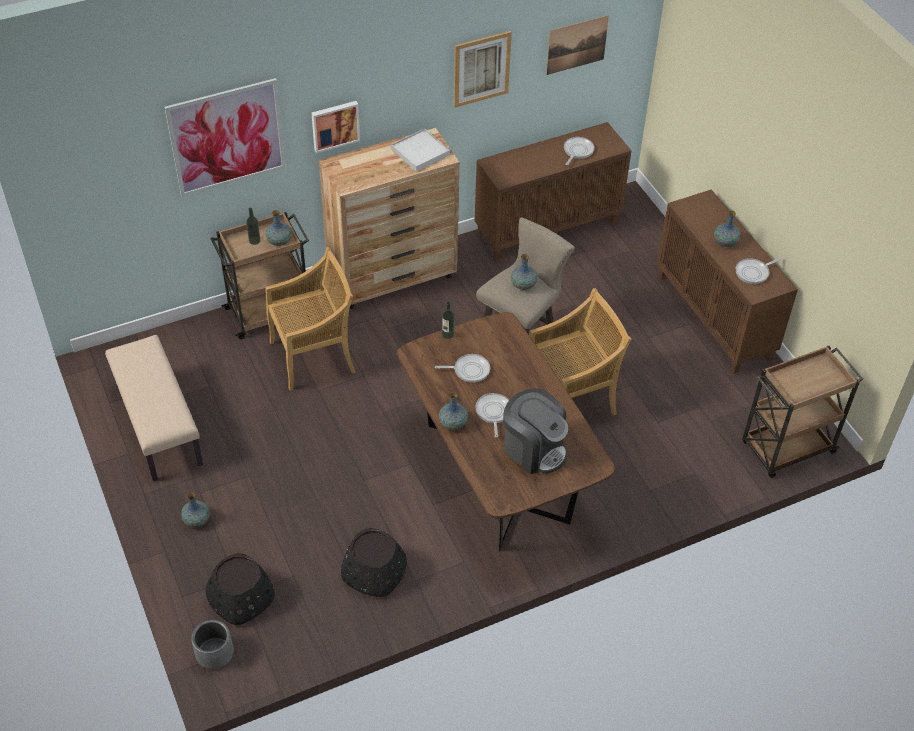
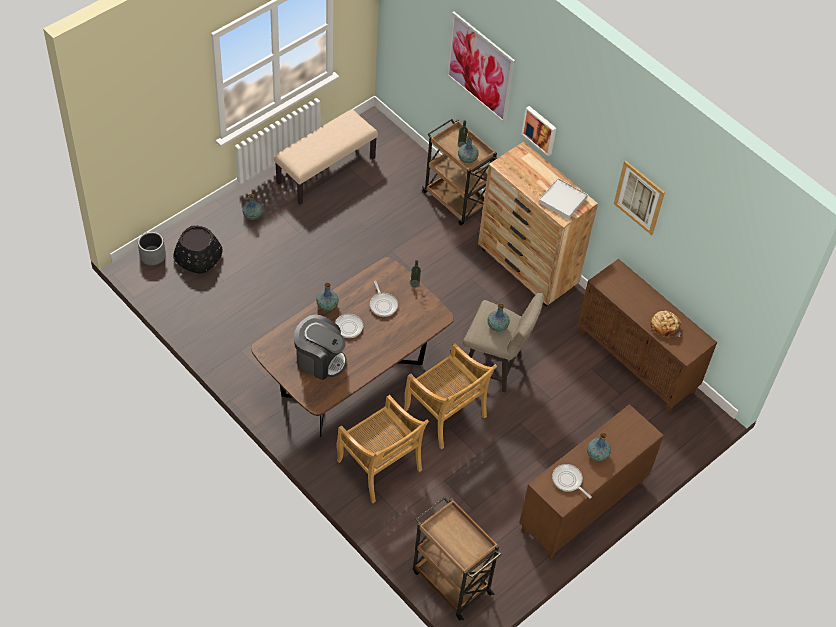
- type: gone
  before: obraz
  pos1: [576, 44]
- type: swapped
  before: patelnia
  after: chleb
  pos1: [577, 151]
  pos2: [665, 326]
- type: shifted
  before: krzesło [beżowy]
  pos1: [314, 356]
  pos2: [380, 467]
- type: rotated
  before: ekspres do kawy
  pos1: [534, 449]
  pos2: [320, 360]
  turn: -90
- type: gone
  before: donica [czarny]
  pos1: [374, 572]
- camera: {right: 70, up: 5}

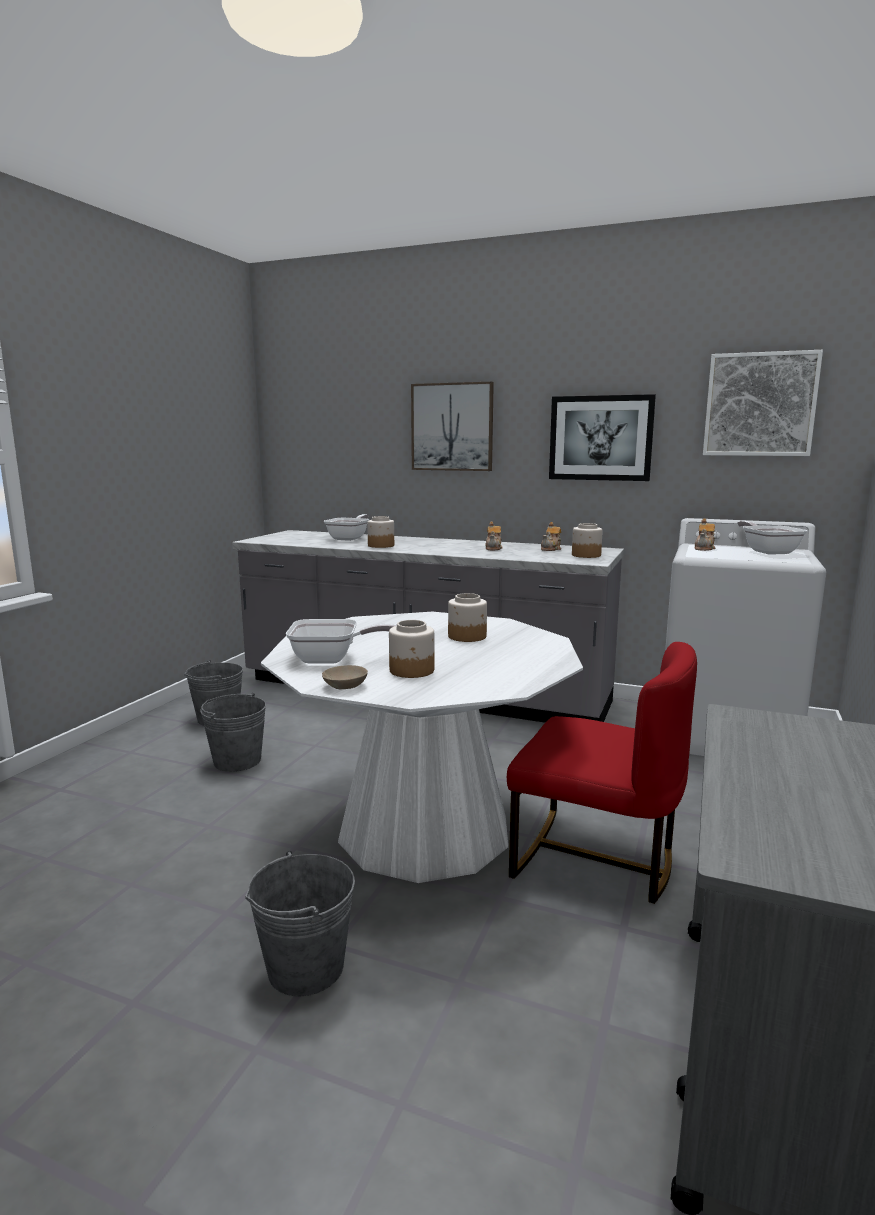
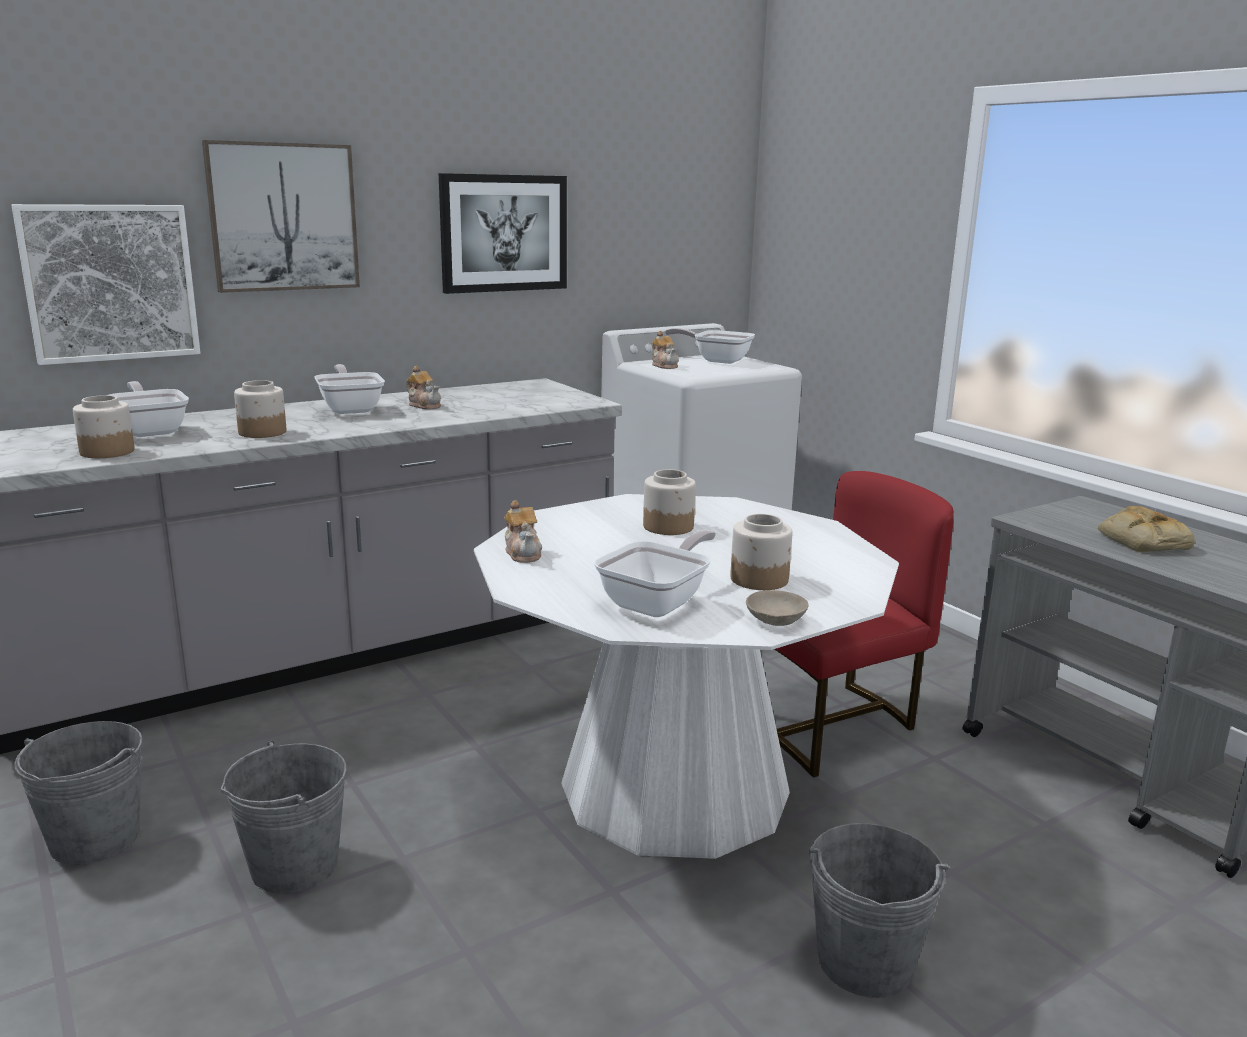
- type: shifted
  before: obraz
  pos1: [760, 404]
  pos2: [110, 283]
- type: shifted
  before: imbryk
  pos1: [551, 549]
  pos2: [523, 553]
- type: shifted
  before: słoik
  pos1: [585, 555]
  pos2: [106, 452]
- type: new
  after: patelnia
  pos2: [351, 408]
- type: new
  after: chleb
  pos2: [1141, 540]
- camera: {right: -55, up: 5}

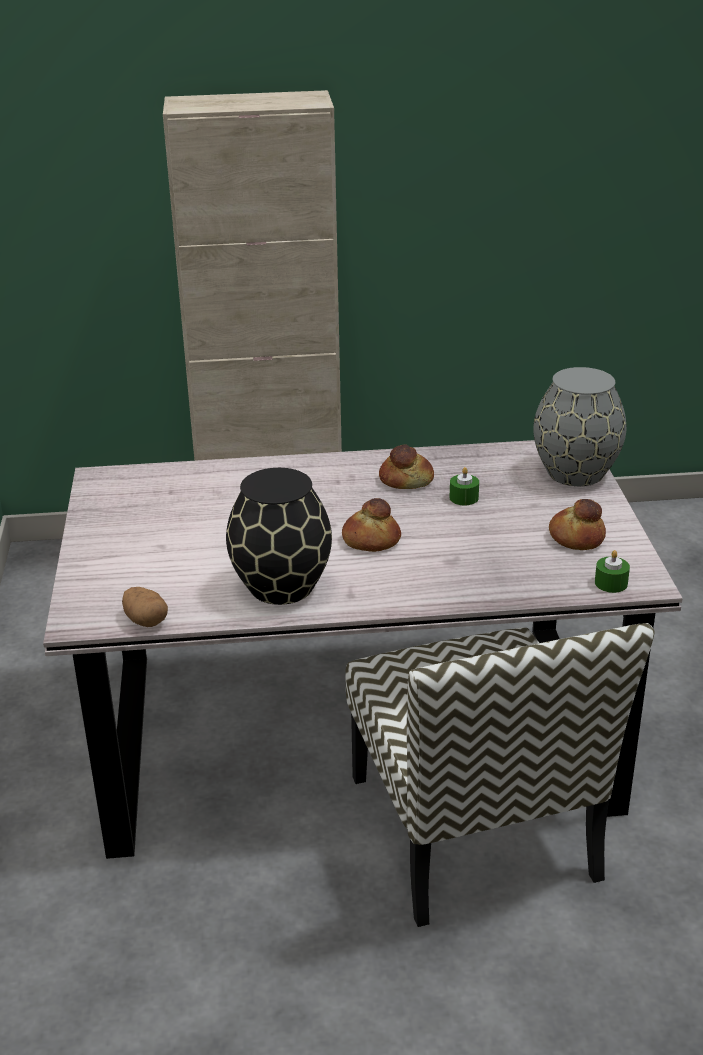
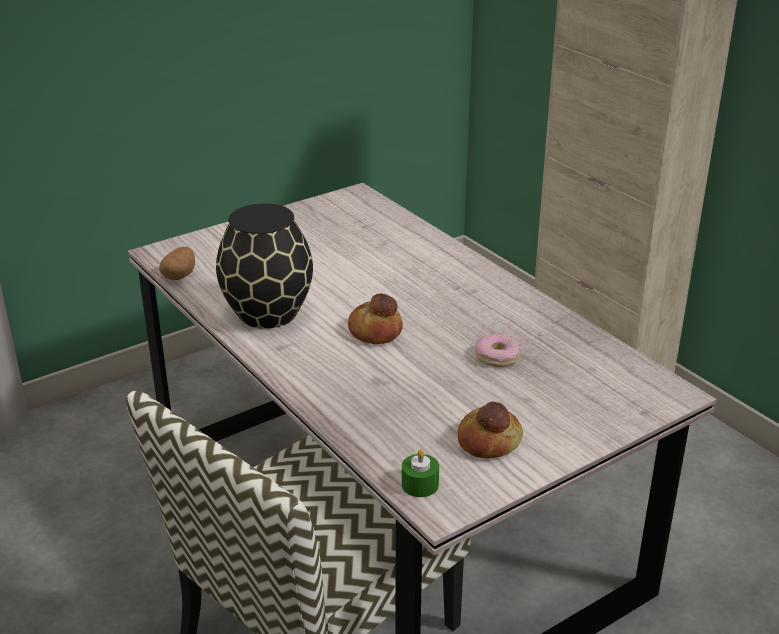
- type: gone
  before: wazon [szary]
  pos1: [576, 473]
- type: gone
  before: chleb
  pos1: [406, 479]
- type: swapped
  before: świeca [zielony]
  after: donut
  pos1: [464, 498]
  pos2: [497, 356]
- camera: {right: 60, up: 0}

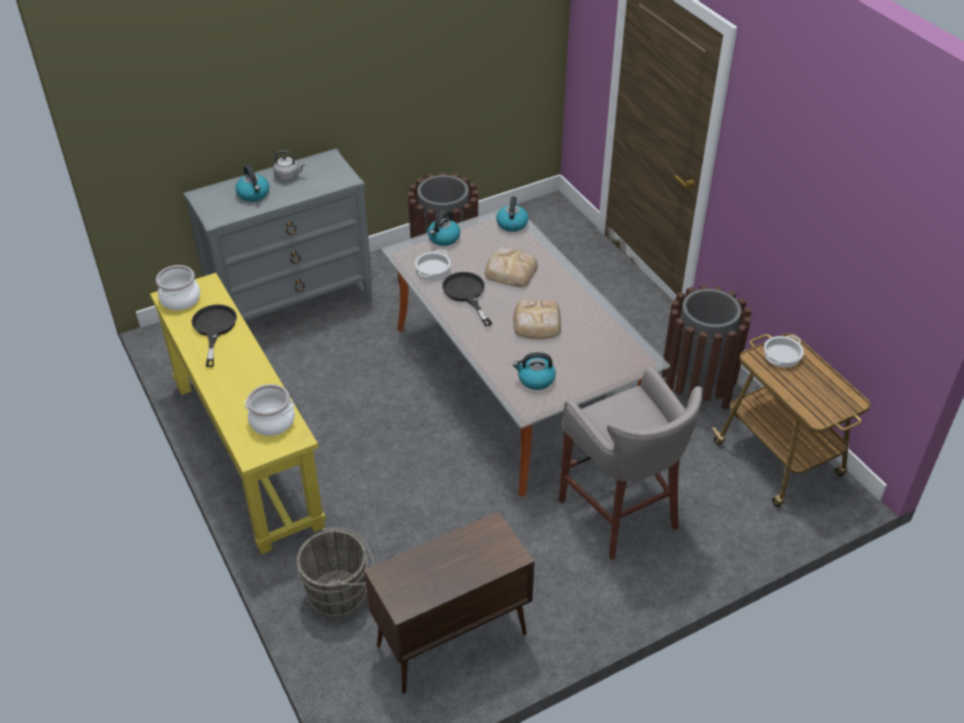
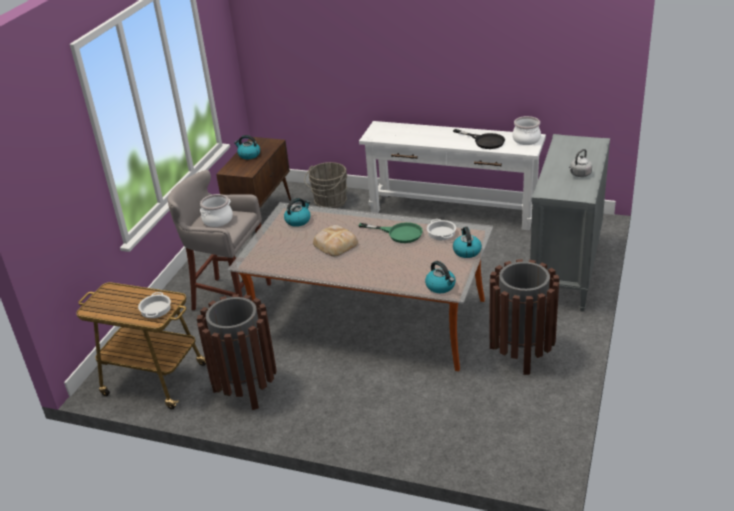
- type: shifted
  before: czajnik
  pos1: [254, 194]
  pos2: [249, 155]
- type: gone
  before: chleb
  pos1: [510, 270]
- type: repainted
  before: patelnia [czarny]
  after: patelnia [zielony]
  pos1: [466, 294]
  pos2: [399, 233]
- type: repainted
  before: stolik konsolowy [żółty]
  after: stolik konsolowy [biały]
  pos1: [247, 453]
  pos2: [453, 210]
- type: shifted
  before: garnek
  pos1: [272, 422]
  pos2: [217, 220]
- camera: {right: 140, up: -10}

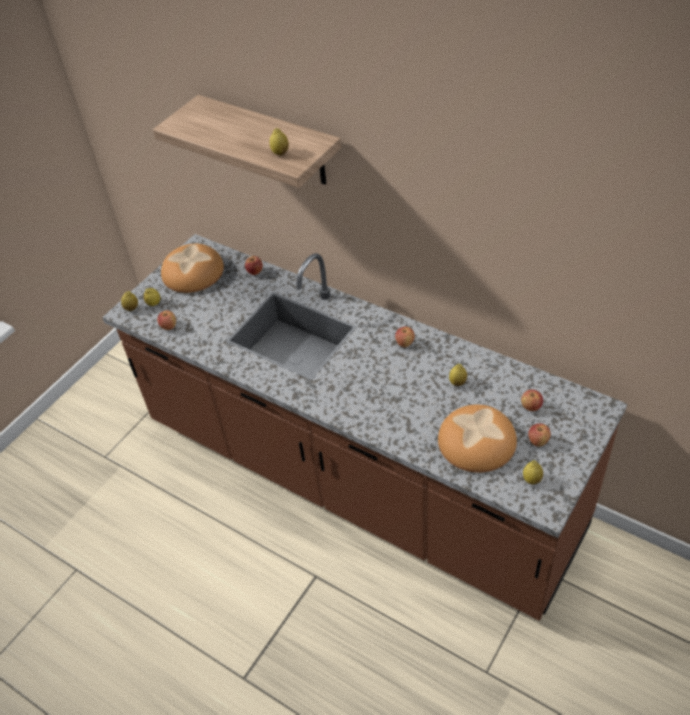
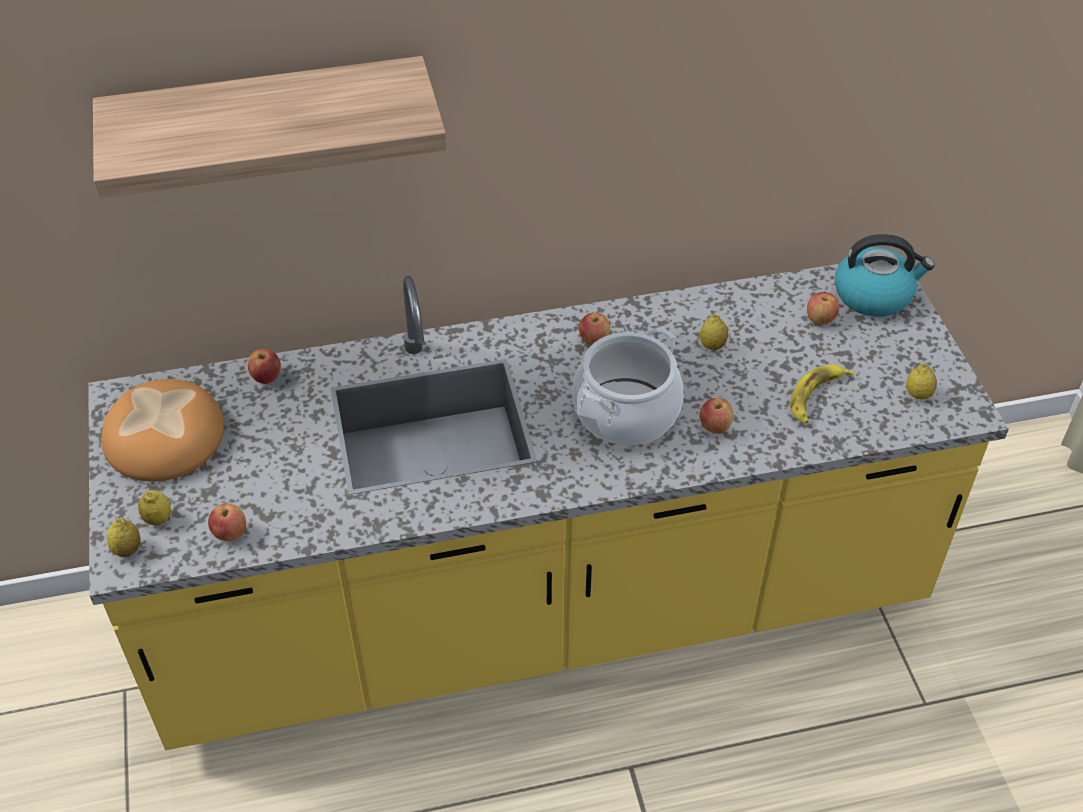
- type: gone
  before: cytryna
  pos1: [280, 153]
- type: repainted
  before: zabudowa kuchenna [brązowy]
  after: zabudowa kuchenna [żółty]
  pos1: [357, 477]
  pos2: [541, 608]
- type: swapped
  before: chleb
  after: banan
  pos1: [476, 442]
  pos2: [817, 397]
- type: shifted
  before: jabłko
  pos1: [538, 441]
  pos2: [714, 427]
- type: new
  after: czajnik
  pos2: [874, 295]
- type: new
  after: garnek
  pos2: [626, 412]
- camera: {right: -50, up: 0}

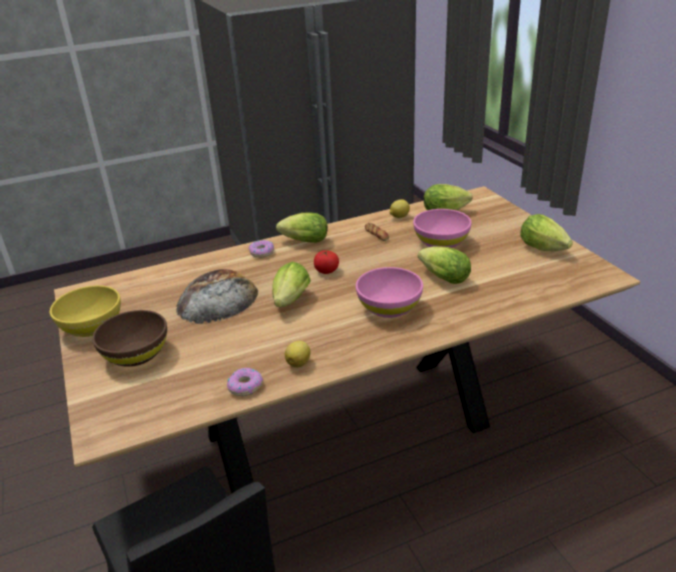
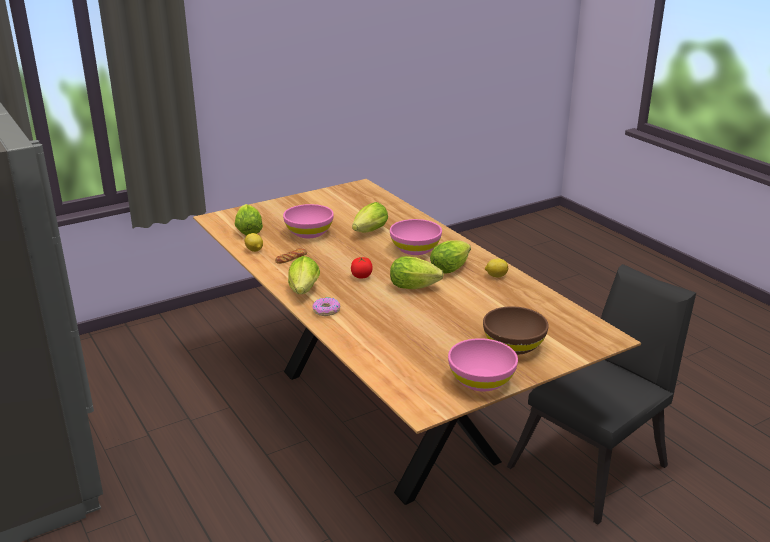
- type: shifted
  before: sałata
  pos1: [545, 249]
  pos2: [451, 268]
- type: gone
  before: chleb
  pos1: [217, 299]
- type: repainted
  before: miska [żółty]
  after: miska [różowy]
  pos1: [92, 326]
  pos2: [481, 380]
- type: gone
  before: donut
  pos1: [245, 386]
- camera: {right: -100, up: -5}

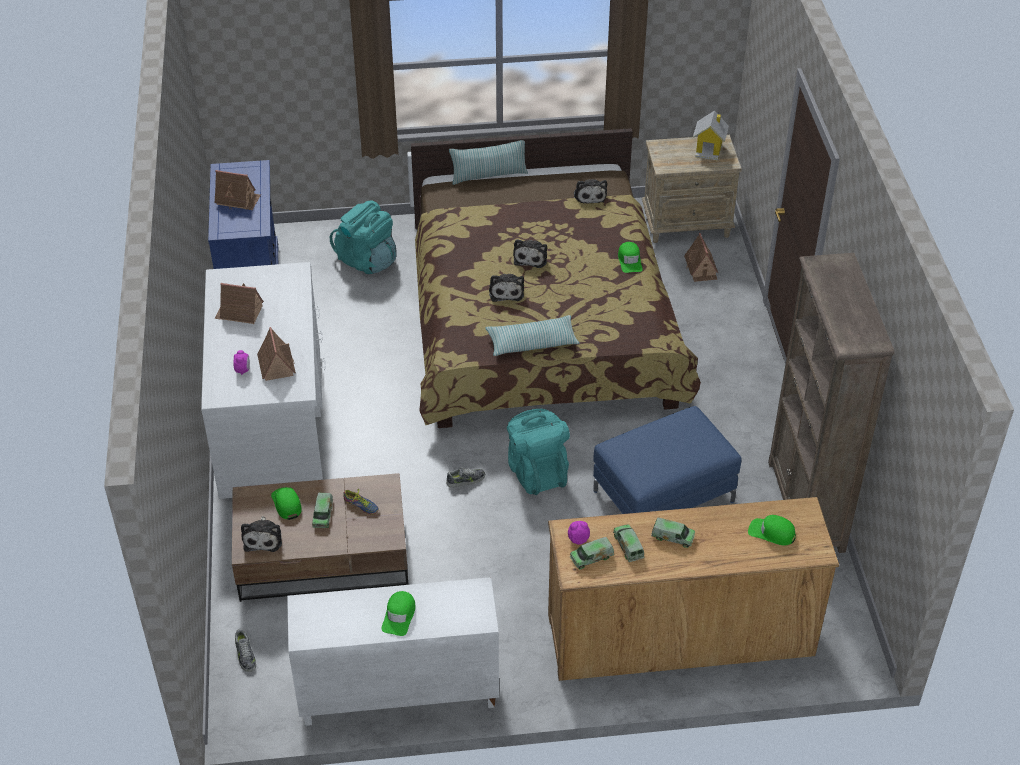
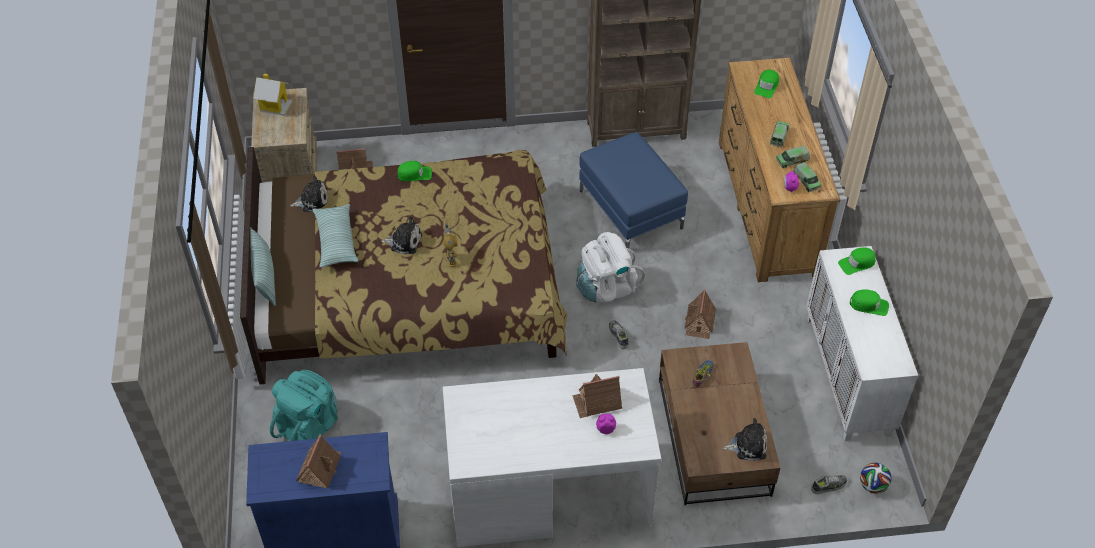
- type: swapped
  before: pluszak
  after: robot zabawkowy
  pos1: [506, 291]
  pos2: [451, 259]
- type: shifted
  before: domek
  pos1: [239, 312]
  pos2: [699, 322]
- type: shifted
  before: poduszka
  pos1: [532, 342]
  pos2: [336, 241]
- type: repainted
  before: plecak [turkusowy]
  after: plecak [biały]
  pos1: [536, 471]
  pos2: [606, 287]
- type: shifted
  before: czapka z daszkiem [zielony]
  pos1: [286, 504]
  pos2: [857, 263]
- type: gone
  before: ciężarówka zabawkowa
  pos1: [323, 515]
- type: new
  after: piłka futbolowa
  pos2: [872, 486]
- camera: {right: -90, up: 5}

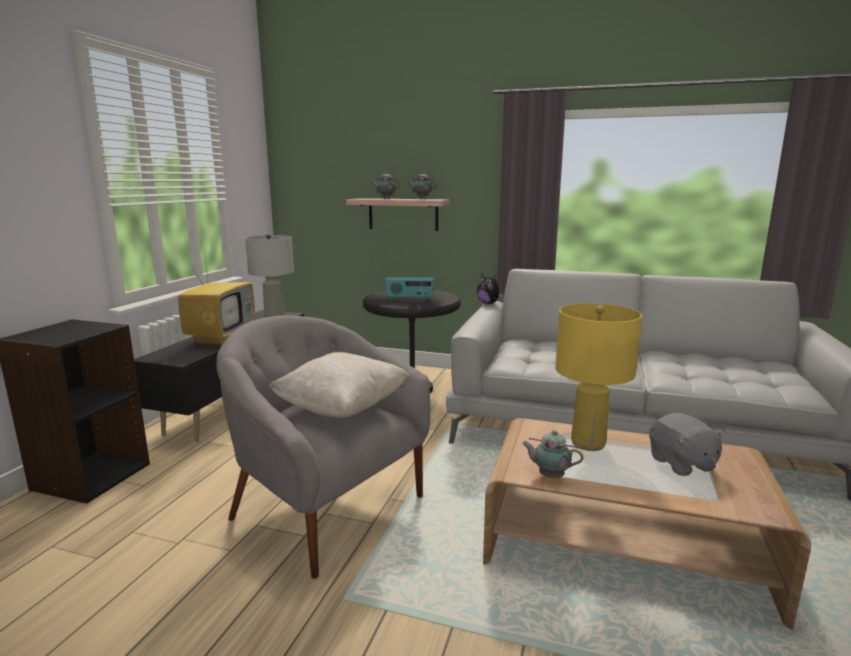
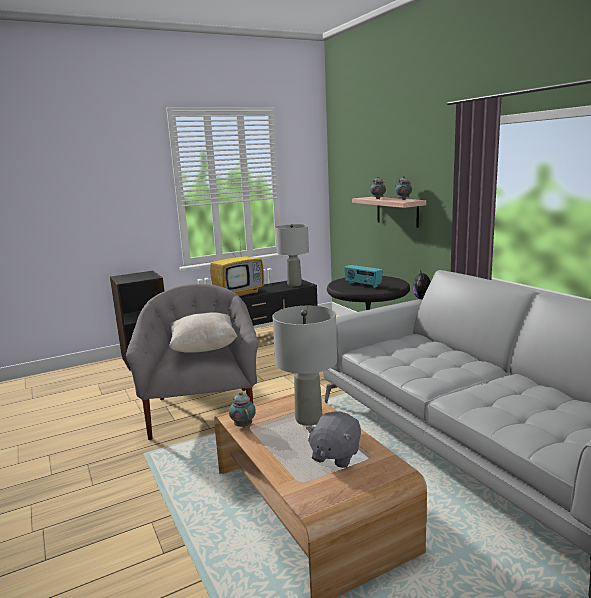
- type: repainted
  before: lampa stołowa [żółty]
  after: lampa stołowa [szary]
  pos1: [587, 443]
  pos2: [308, 419]
- camera: {right: 45, up: 0}

